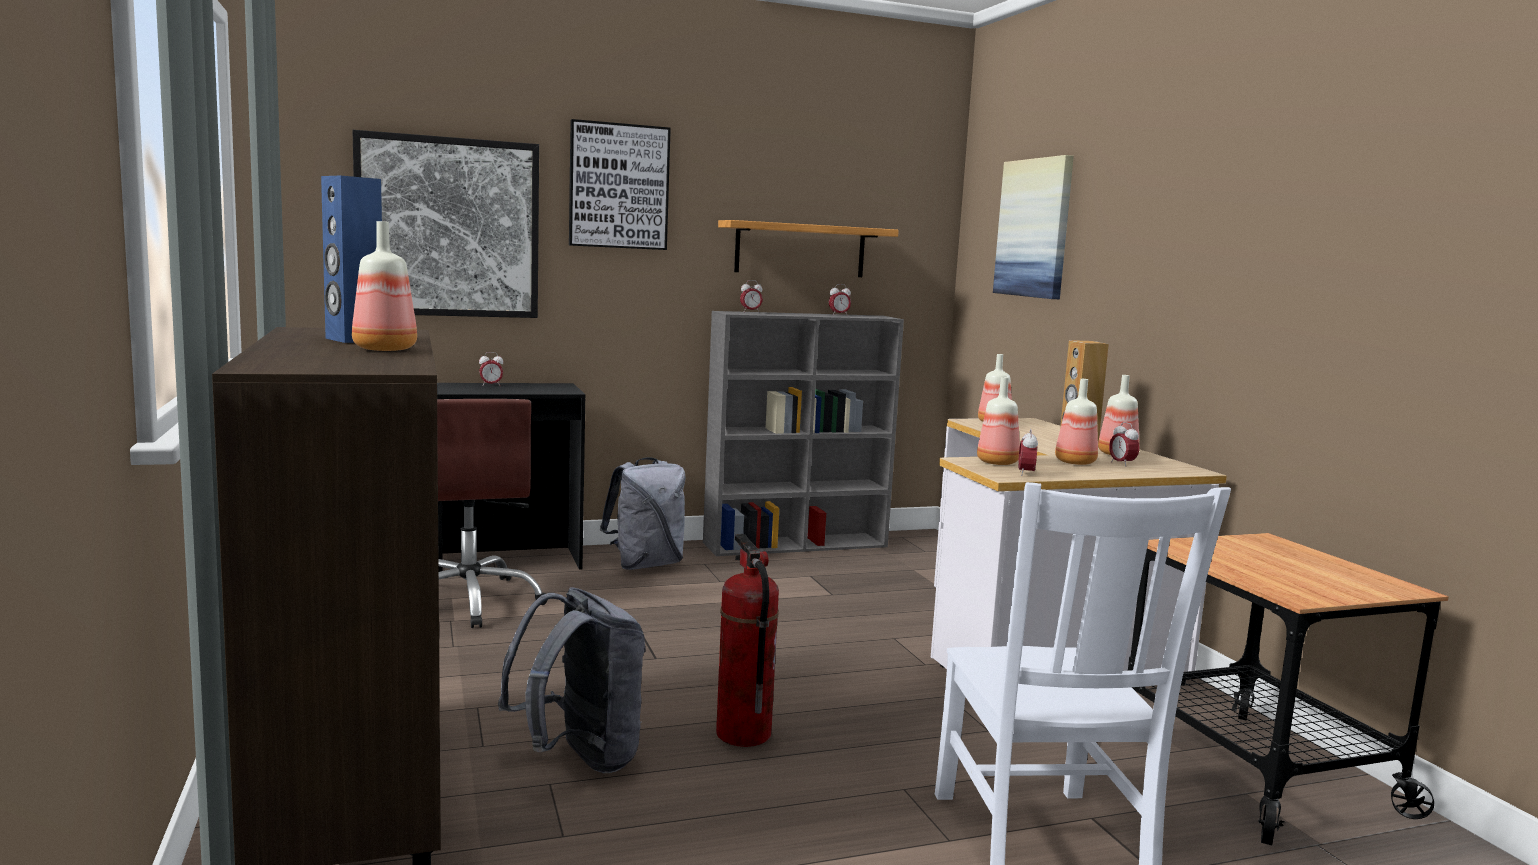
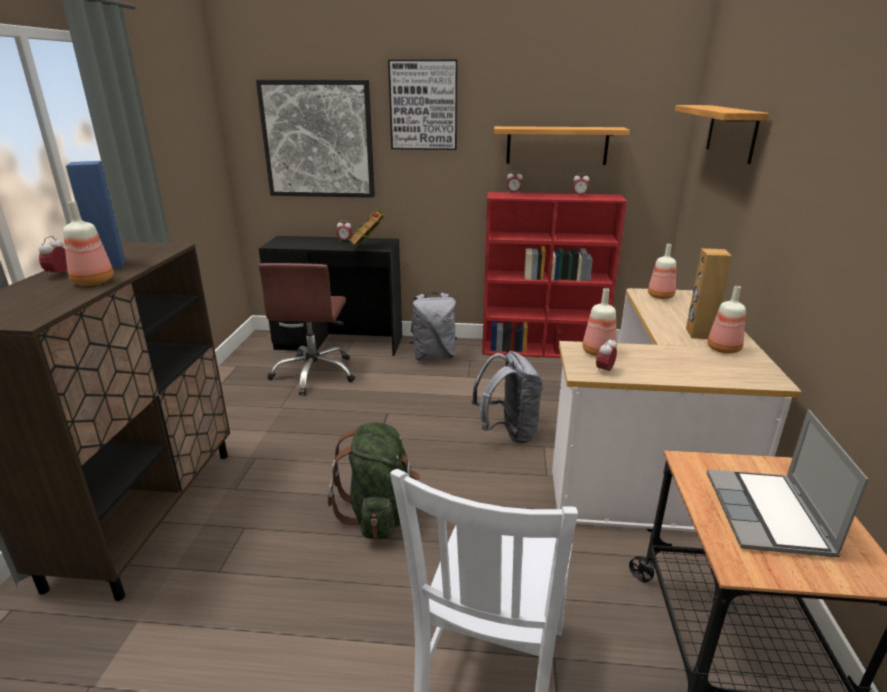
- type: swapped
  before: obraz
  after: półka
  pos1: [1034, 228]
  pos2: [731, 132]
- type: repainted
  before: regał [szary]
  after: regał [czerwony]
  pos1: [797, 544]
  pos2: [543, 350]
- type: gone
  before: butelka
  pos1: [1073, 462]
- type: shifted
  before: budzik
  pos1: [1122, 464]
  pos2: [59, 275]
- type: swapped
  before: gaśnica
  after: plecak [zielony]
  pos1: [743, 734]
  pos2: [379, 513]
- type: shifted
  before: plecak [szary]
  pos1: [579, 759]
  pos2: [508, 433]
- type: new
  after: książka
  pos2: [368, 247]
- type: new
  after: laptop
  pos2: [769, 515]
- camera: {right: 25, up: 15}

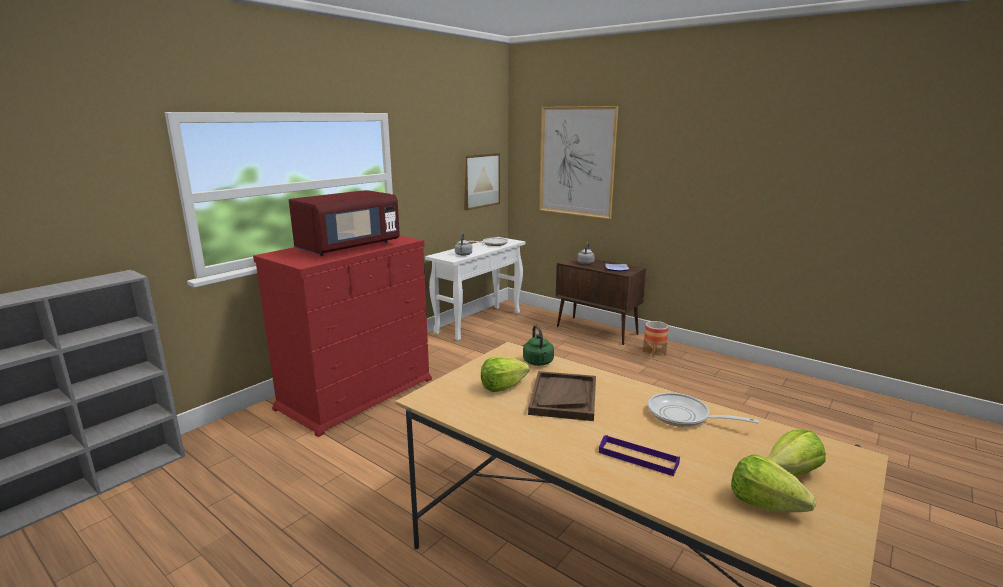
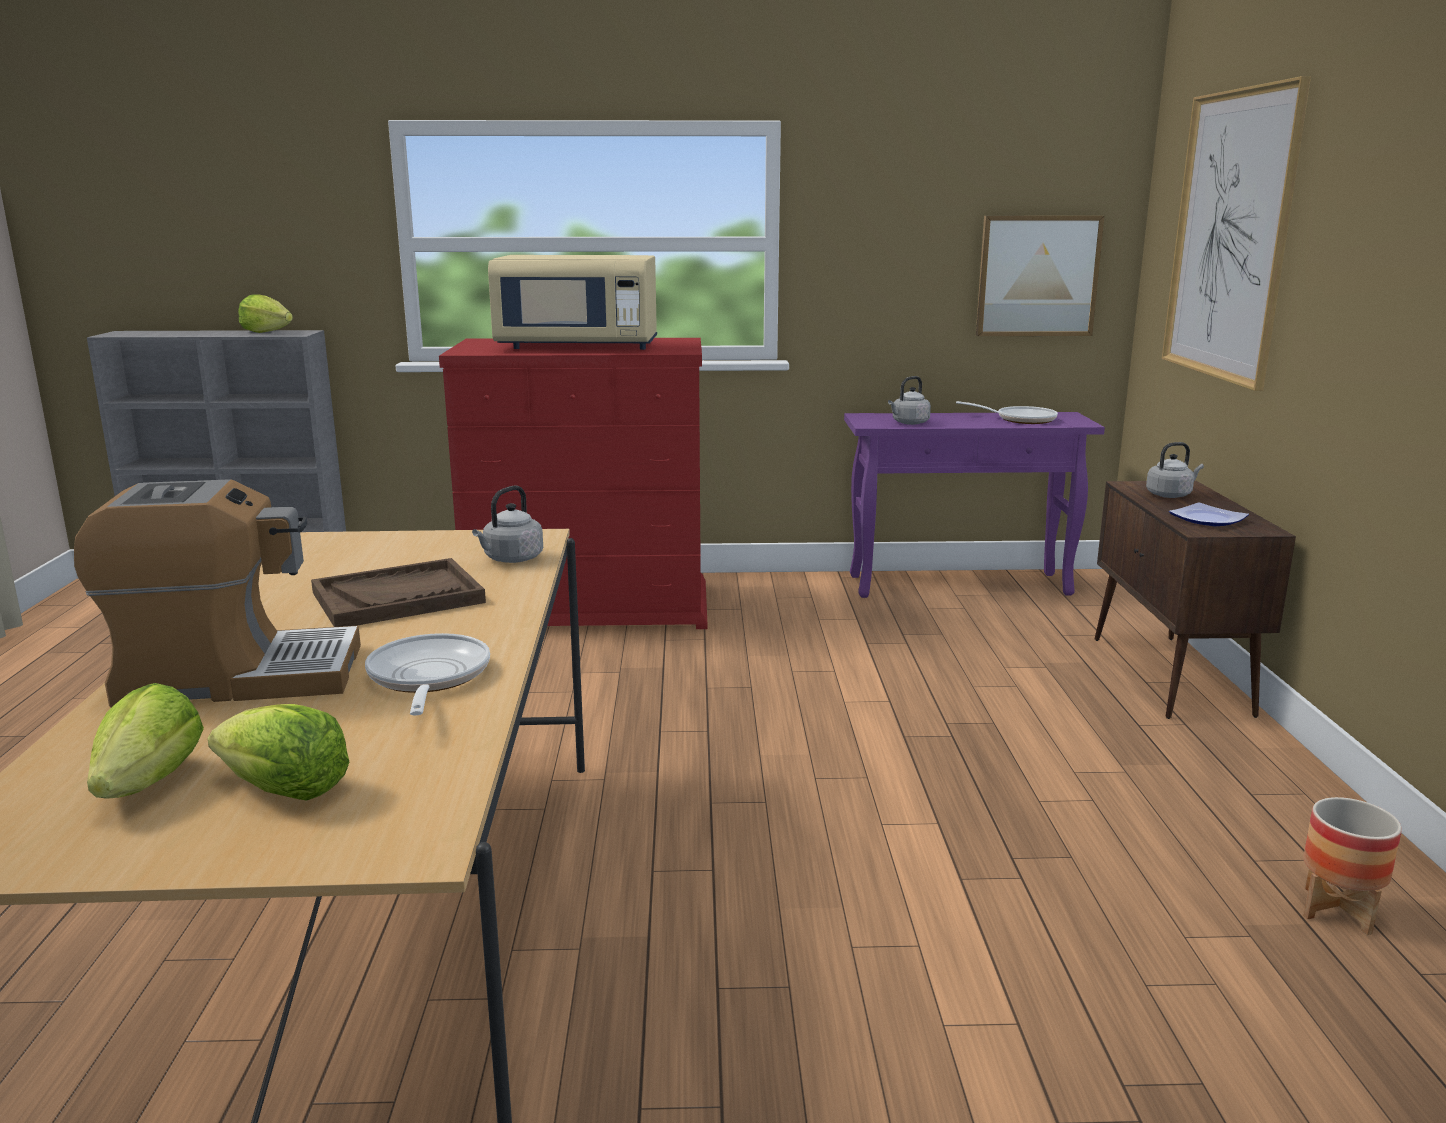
- type: repainted
  before: mikrofalówka [czerwony]
  after: mikrofalówka [beżowy]
  pos1: [348, 247]
  pos2: [578, 347]
- type: repainted
  before: stolik konsolowy [biały]
  after: stolik konsolowy [fioletowy]
  pos1: [479, 322]
  pos2: [960, 585]
- type: shifted
  before: donica
  pos1: [654, 353]
  pos2: [1337, 911]
- type: repainted
  before: czajnik [zielony]
  after: czajnik [szary]
  pos1: [538, 362]
  pos2: [511, 559]
- type: shifted
  before: sałata
  pos1: [502, 387]
  pos2: [267, 332]
- type: swapped
  before: taca [fioletowy]
  after: ekspres do kawy
  pos1: [638, 458]
  pos2: [236, 676]
- camera: {right: 50, up: 0}

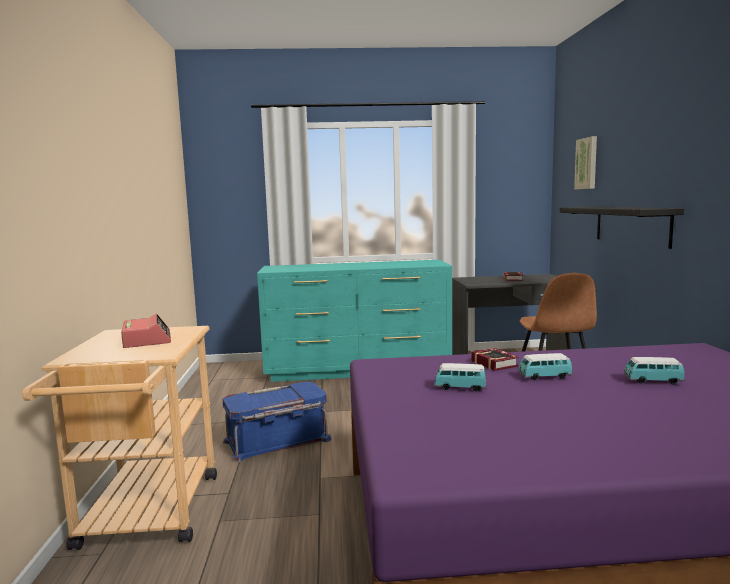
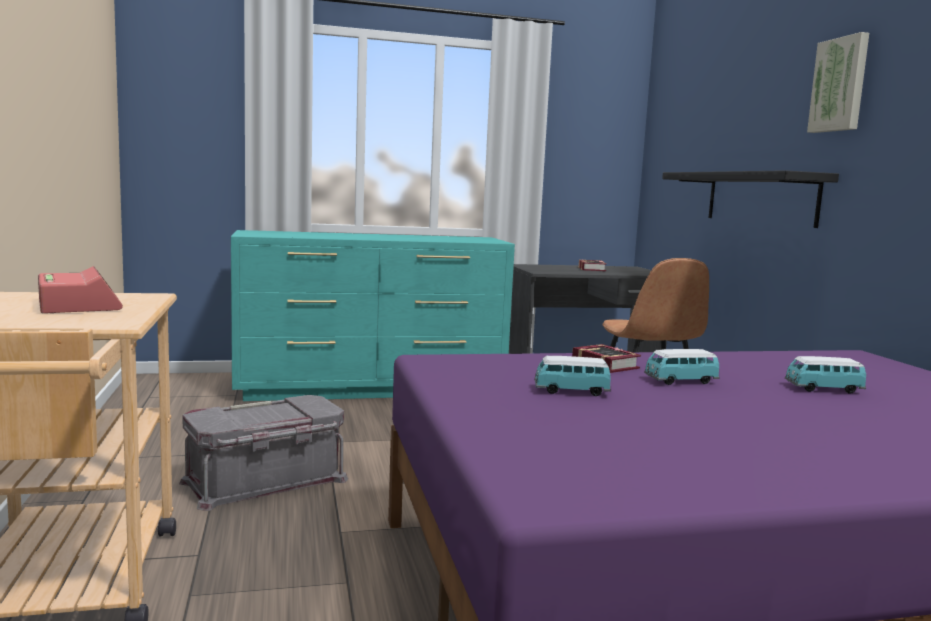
- type: shifted
  before: obraz
  pos1: [587, 163]
  pos2: [840, 85]
- type: repainted
  before: pojemnik do przechowywania [niebieski]
  after: pojemnik do przechowywania [szary]
  pos1: [277, 441]
  pos2: [265, 481]
- camera: {right: -10, up: 0}

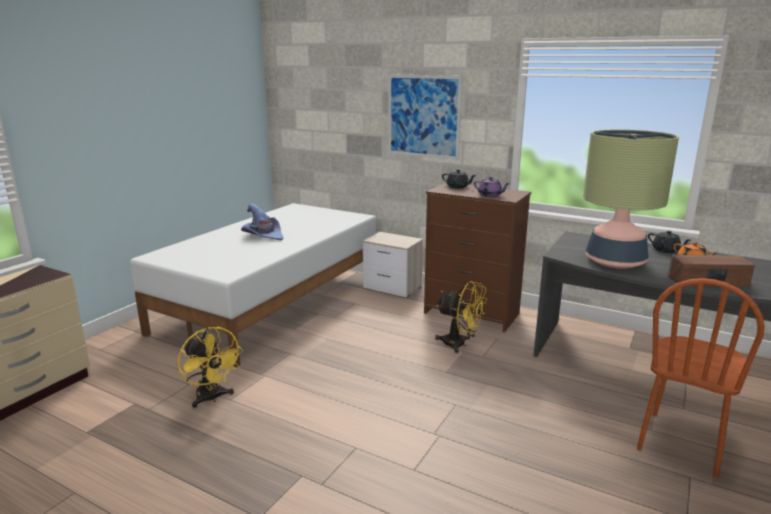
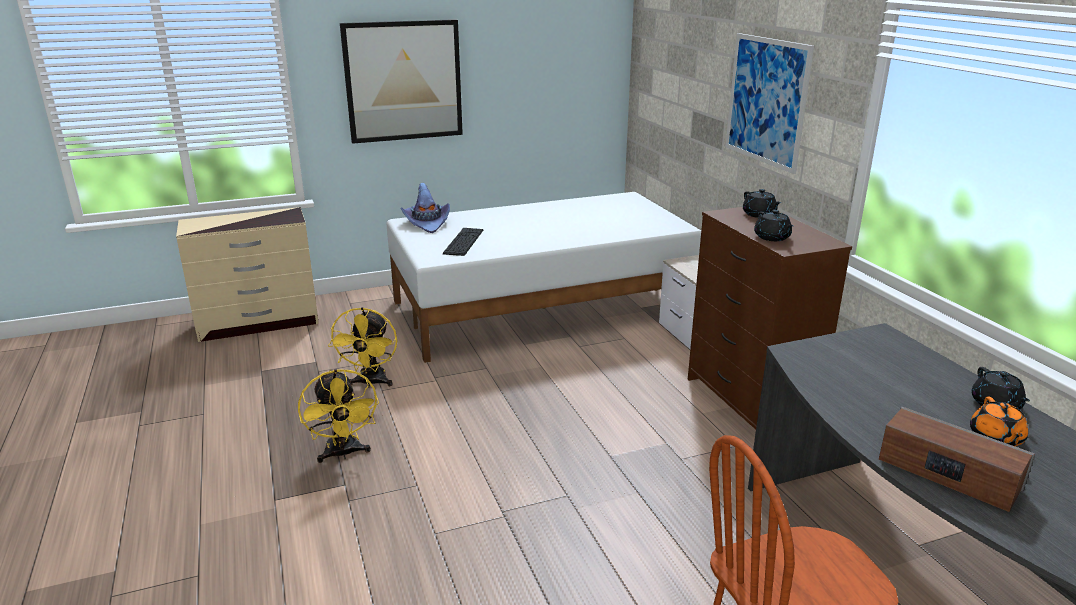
- type: gone
  before: lampa stołowa
  pos1: [614, 261]
- type: repainted
  before: imbryk [fioletowy]
  after: imbryk [czarny]
  pos1: [490, 195]
  pos2: [772, 237]
- type: shifted
  before: kapelusz [fioletowy]
  pos1: [263, 235]
  pos2: [427, 223]
- type: shifted
  before: wentylator [żółty]
  pos1: [460, 344]
  pos2: [343, 454]
- type: new
  after: obraz
  pos2: [403, 81]
- type: new
  after: klawiatura
  pos2: [463, 241]
- camera: {right: 40, up: 5}

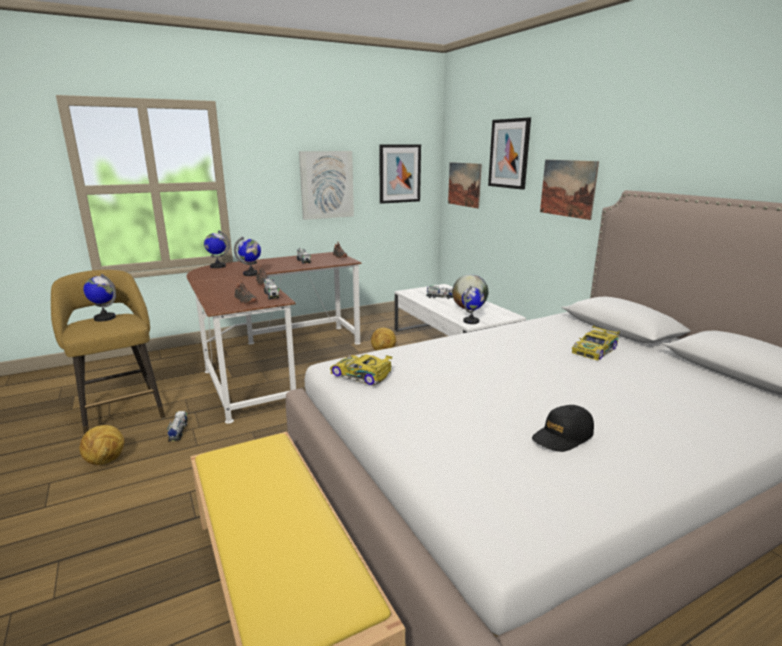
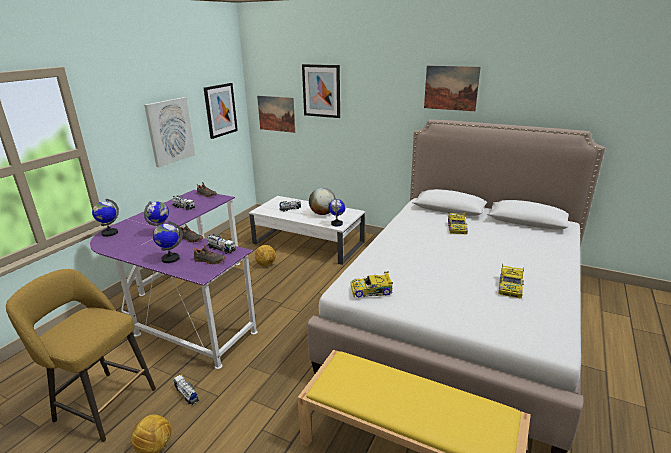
- type: shifted
  before: obraz
  pos1: [567, 188]
  pos2: [451, 88]
- type: repainted
  before: biurko [brązowy]
  after: biurko [fioletowy]
  pos1: [272, 362]
  pos2: [186, 304]
- type: shifted
  before: globus
  pos1: [105, 318]
  pos2: [170, 259]
- type: swapped
  before: czapka z daszkiem [czarny]
  after: samochodzik
  pos1: [562, 436]
  pos2: [510, 286]
- camera: {right: -35, up: 5}

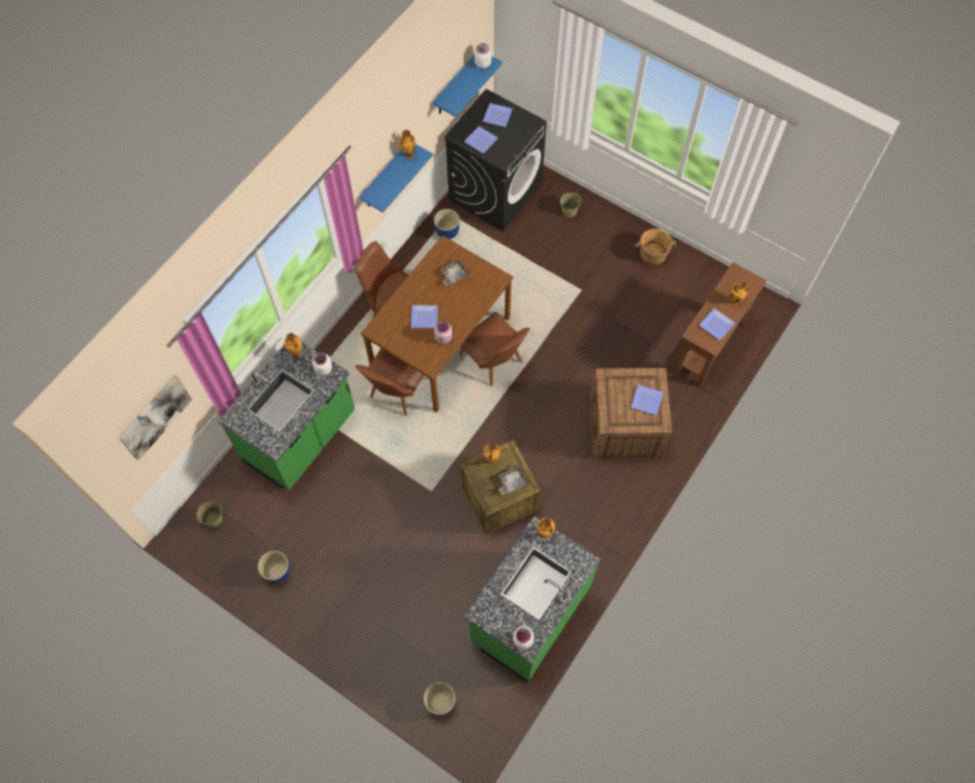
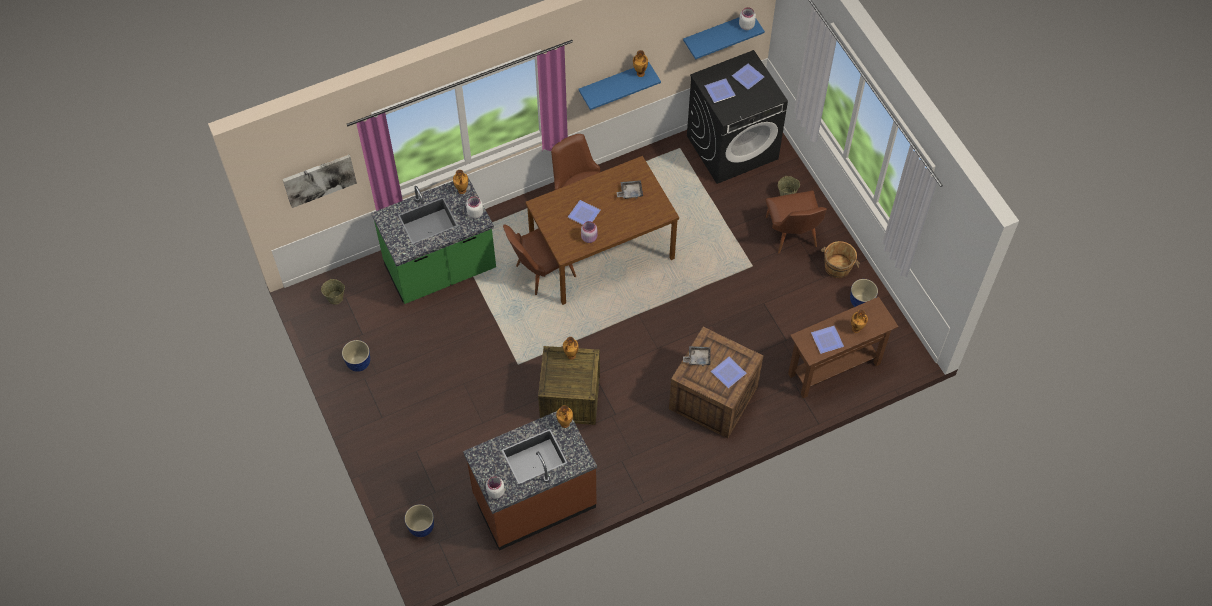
- type: shifted
  before: donica
  pos1: [447, 232]
  pos2: [861, 302]
- type: shifted
  before: krzesło [brązowy]
  pos1: [494, 363]
  pos2: [792, 236]
- type: shifted
  before: taca [szary]
  pos1: [512, 482]
  pos2: [698, 358]
- type: repainted
  before: zabudowa kuchenna [zielony]
  after: zabudowa kuchenna [brązowy]
  pos1: [528, 615]
  pos2: [534, 500]
- camera: {right: 30, up: -5}

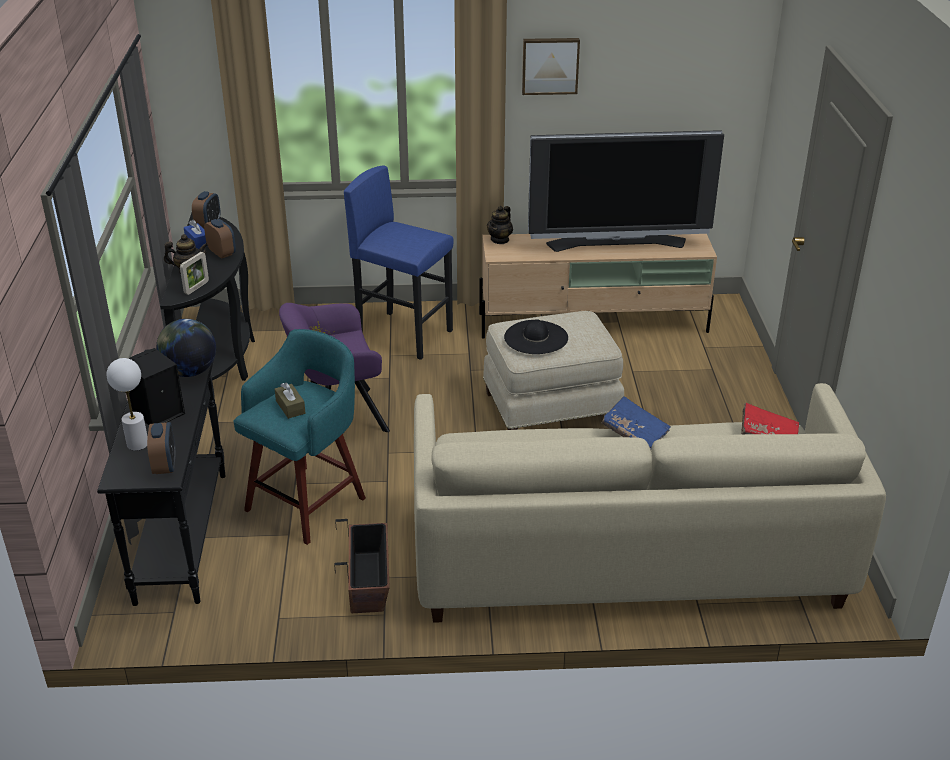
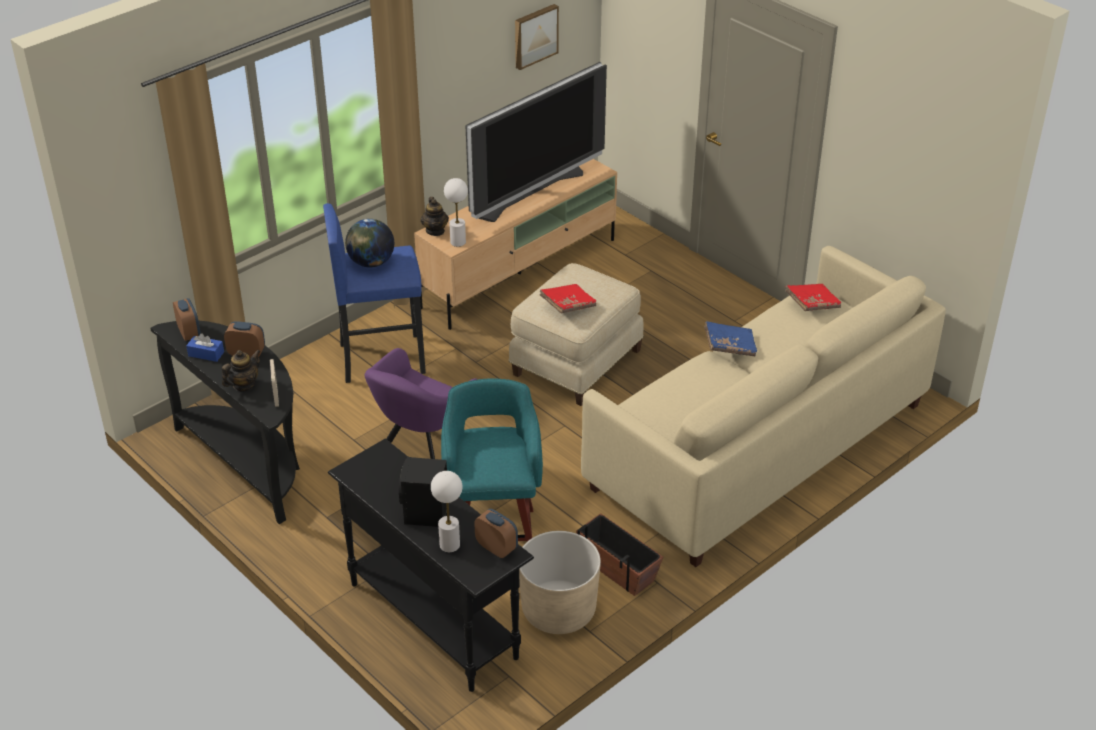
- type: shifted
  before: obraz
  pos1: [550, 65]
  pos2: [534, 35]
- type: shifted
  before: globus
  pos1: [189, 371]
  pos2: [371, 263]
- type: swapped
  before: kapelusz [czarny]
  after: książka [czerwony]
  pos1: [536, 337]
  pos2: [568, 305]
- type: gone
  before: pudełko chusteczek [brązowy]
  pos1: [290, 407]
- type: new
  after: lampa stołowa [biały]
  pos2: [458, 242]
- type: new
  after: donica [beżowy]
  pos2: [558, 610]
- camera: {right: -40, up: 5}

